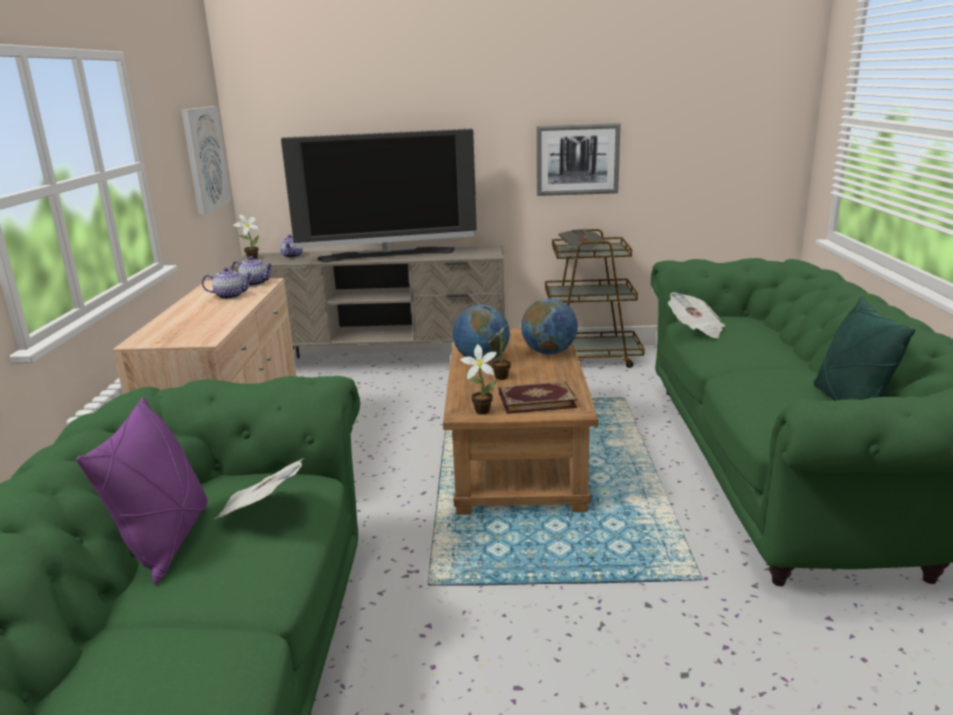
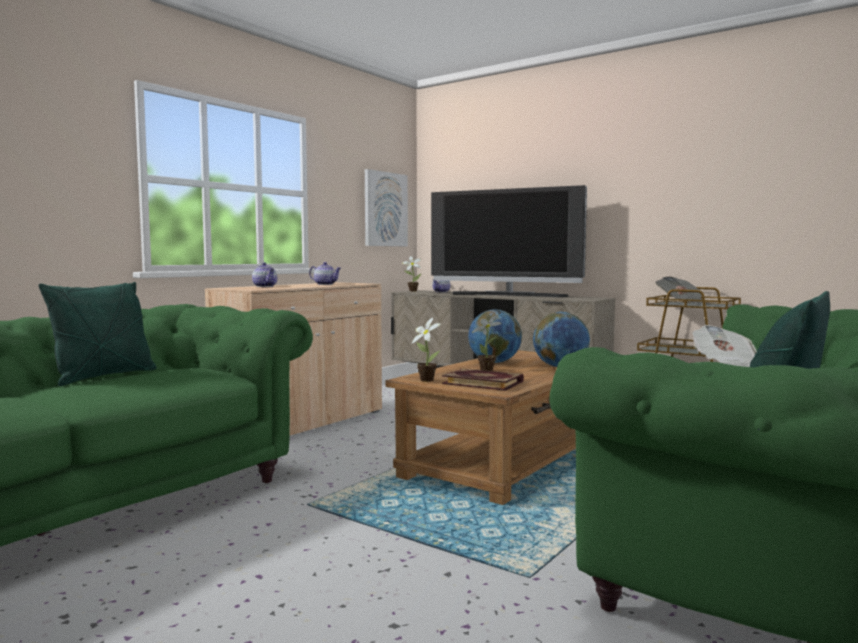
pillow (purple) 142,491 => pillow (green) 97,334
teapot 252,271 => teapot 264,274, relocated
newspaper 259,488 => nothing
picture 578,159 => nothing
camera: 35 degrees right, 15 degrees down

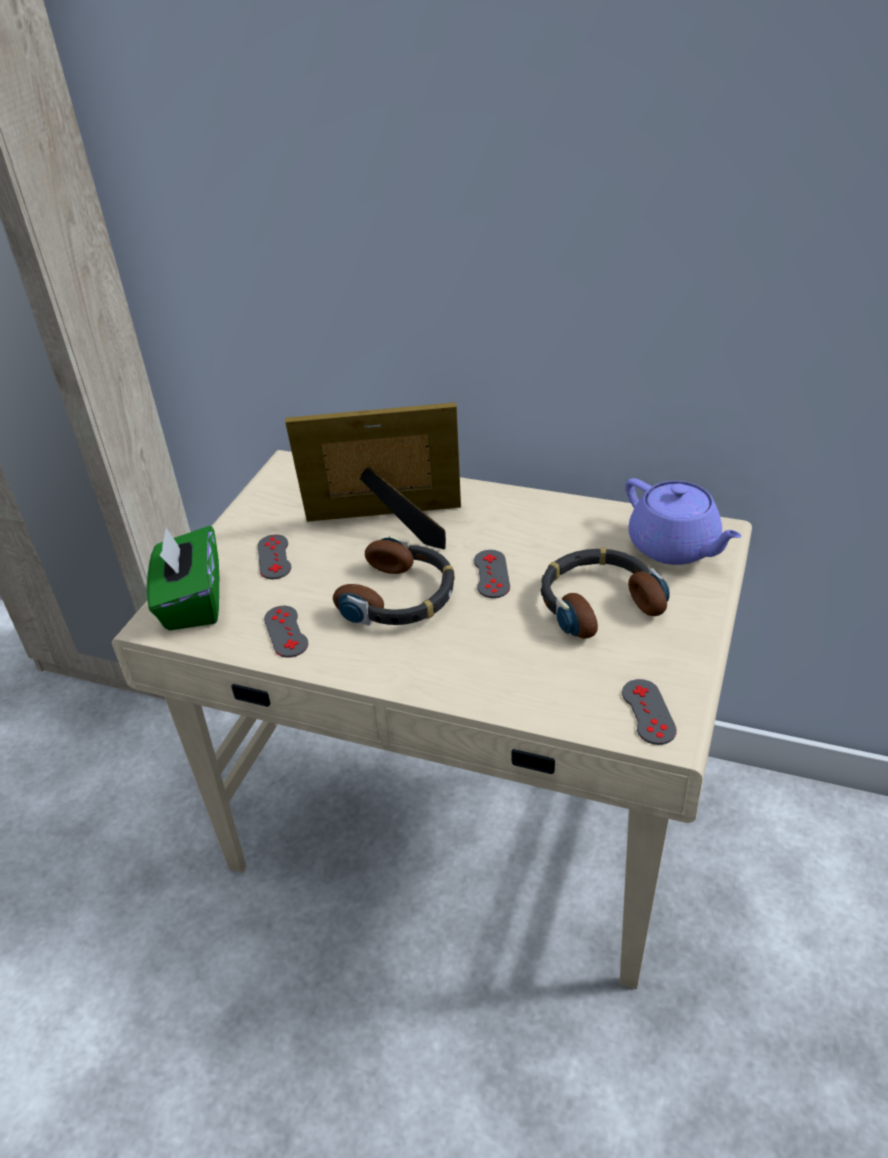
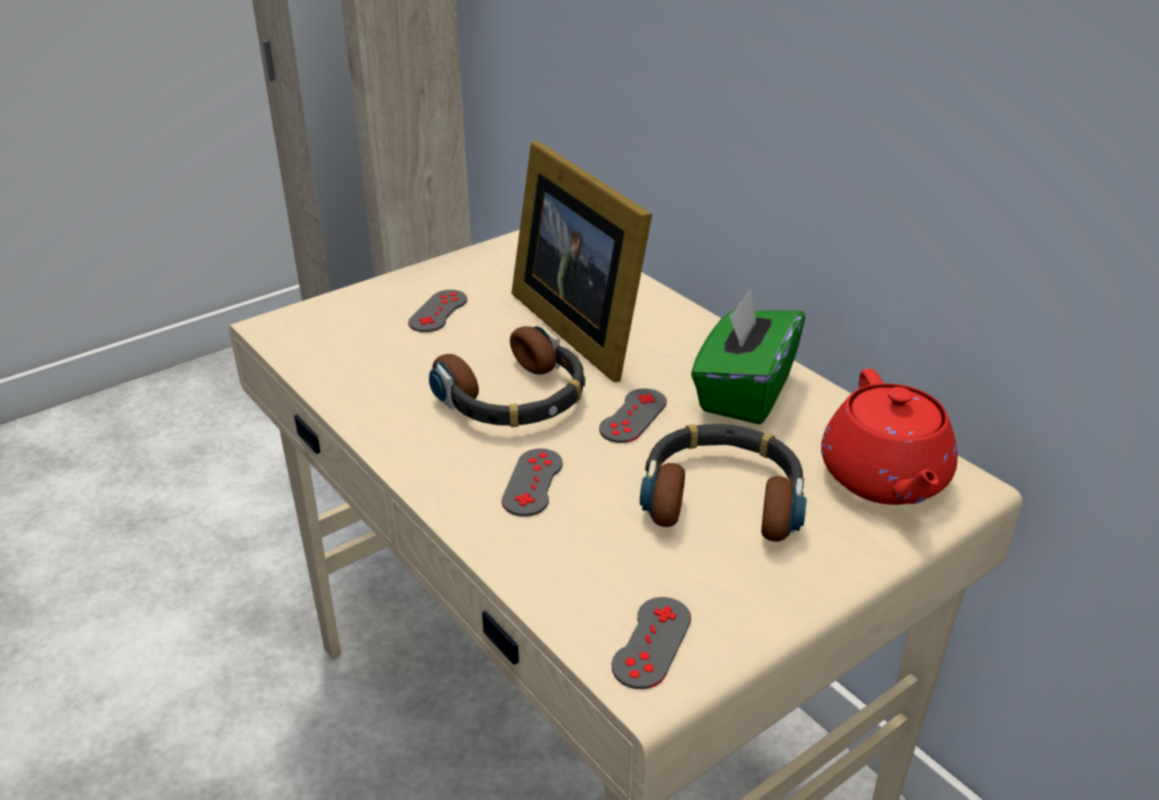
game controller (grey) 286,632 => game controller (grey) 532,483, relocated
picture frame 373,475 => picture frame 581,261, 150 degrees counterclockwise
tissue box (green) 183,578 => tissue box (green) 748,357, relocated
teapot (purple) 683,521 => teapot (red) 889,437
camera: 30 degrees right, 5 degrees down

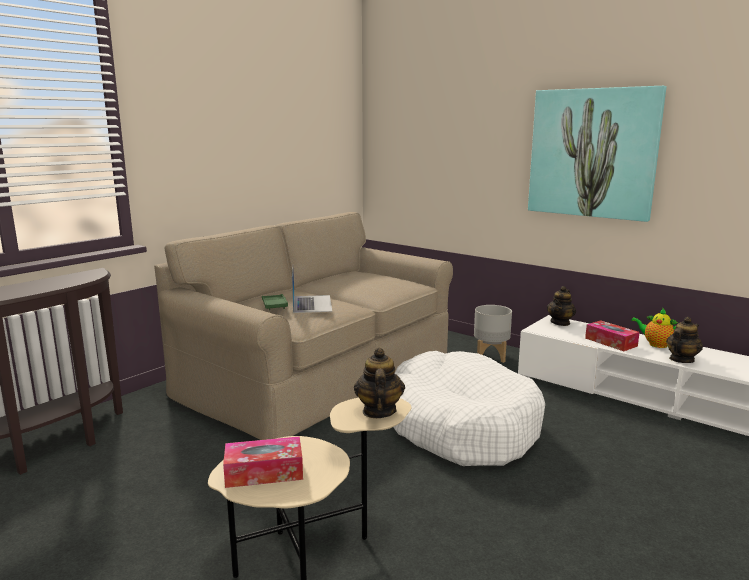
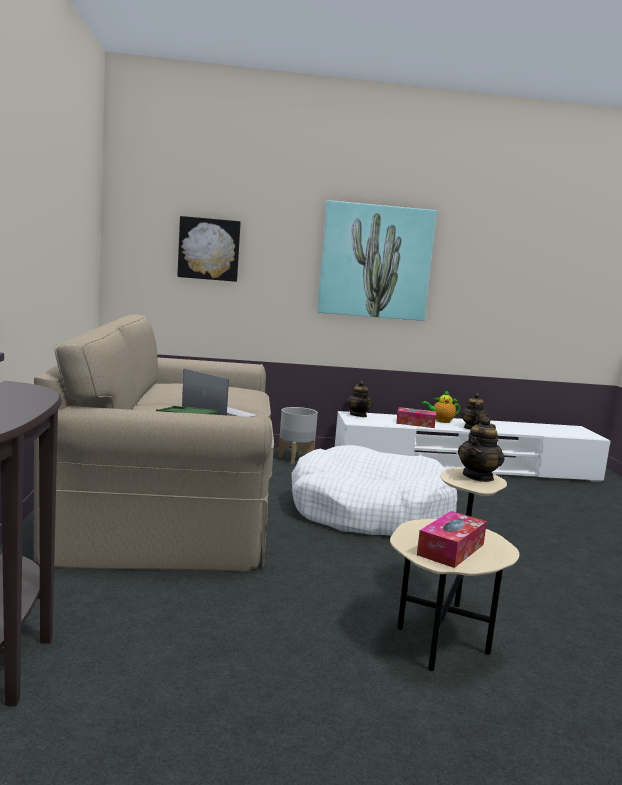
nothing => picture 209,249
teapot 379,383 => teapot 481,449, 105 degrees counterclockwise
camera: 45 degrees left, 5 degrees down

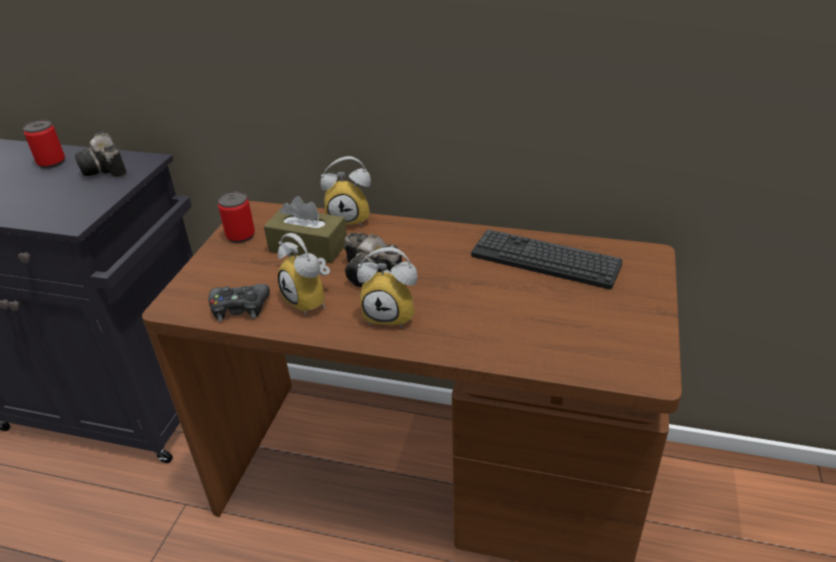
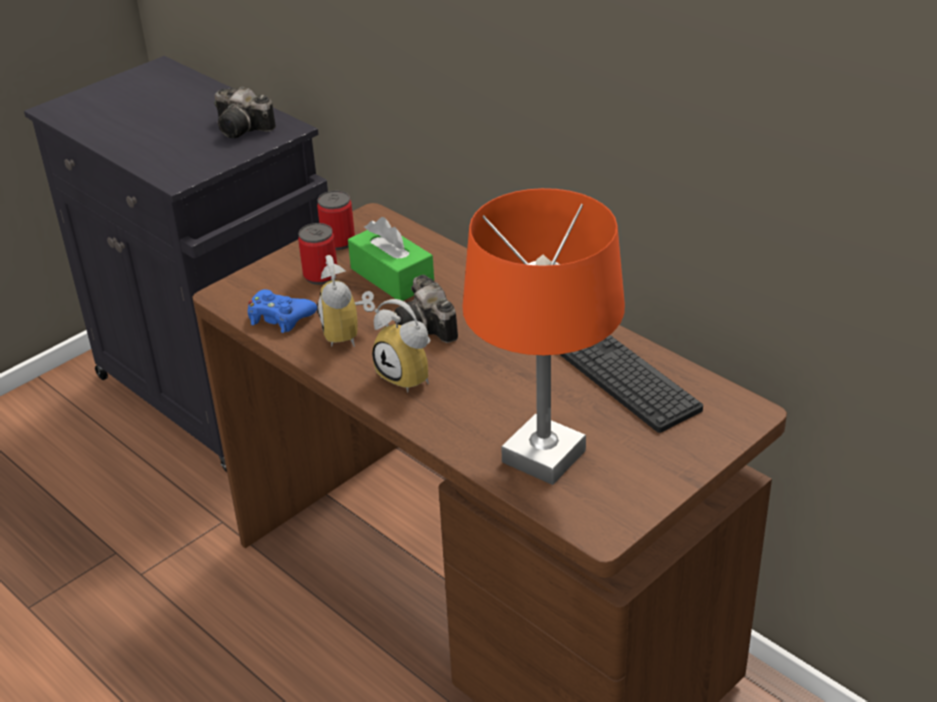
photo camera 101,154 => photo camera 245,112, 60 degrees counterclockwise
game controller (black) 239,303 => game controller (blue) 282,311
can 44,144 => can 317,254, relocated
tissue box (brown) 305,229 => tissue box (green) 391,259
nothing => table lamp (orange) 543,336
alarm clock 345,191 => nothing
camera: 30 degrees right, 0 degrees up

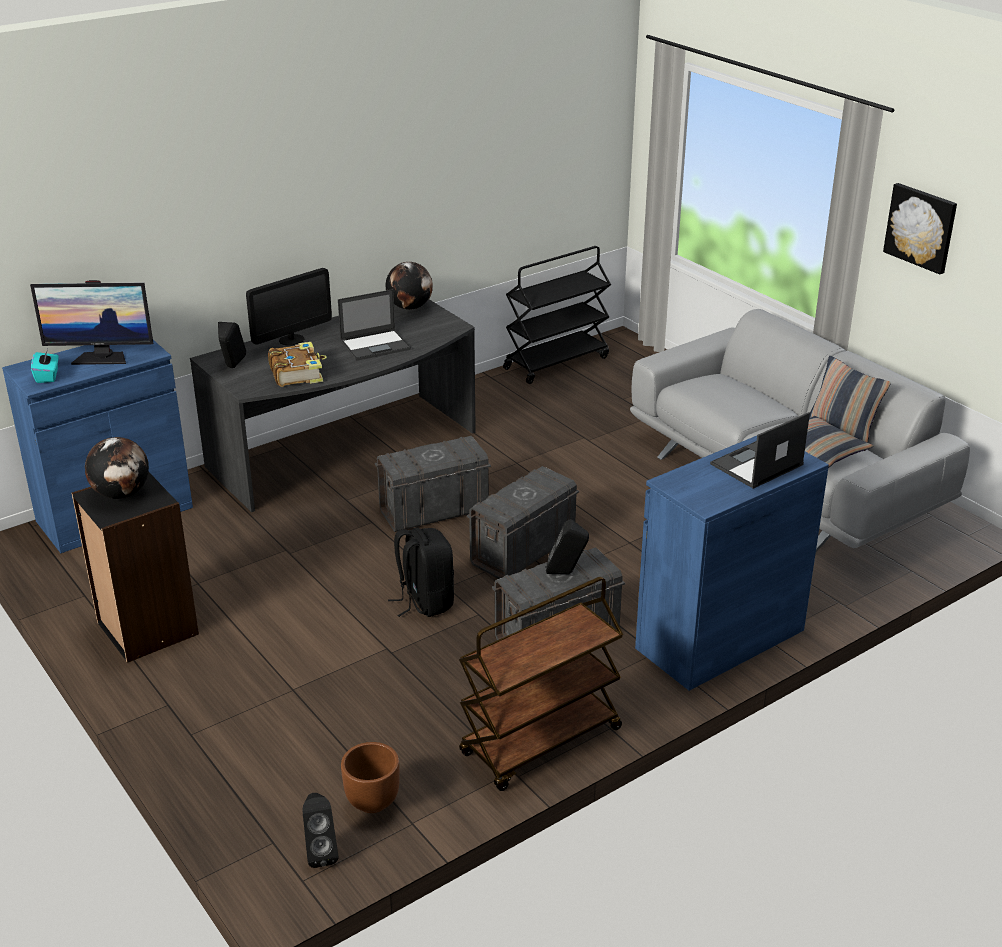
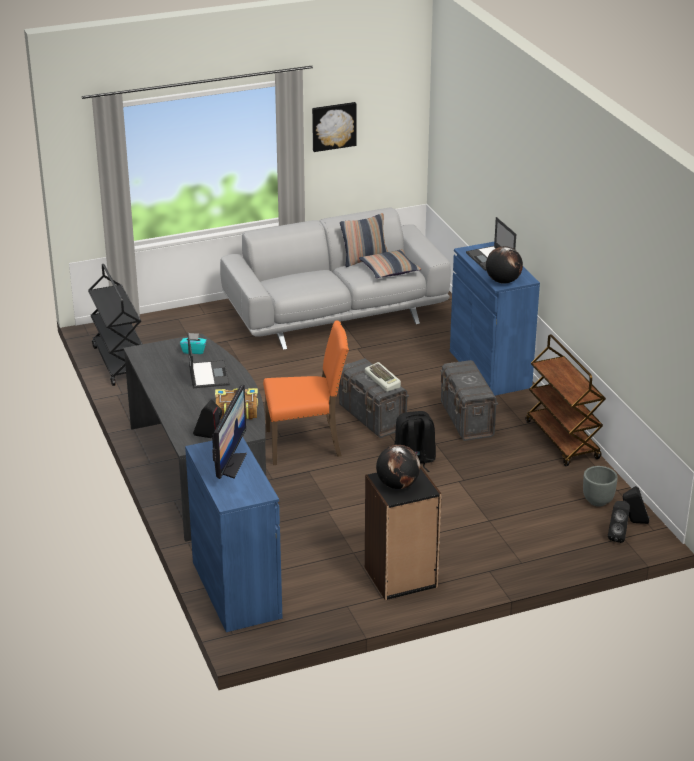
tissue box (turquoise) 45,366 => tissue box (turquoise) 193,343, relocated
storage box (grey) 433,484 => chair (orange) 306,392
nothing => keyboard 383,377
globe 409,286 => globe 504,265, relocated
planter (brown) 370,777 => planter (grey) 600,486
speaker (black) 567,546 => speaker (black) 619,522, relocated
monitor 289,307 => nothing
camera: 75 degrees left, 0 degrees up

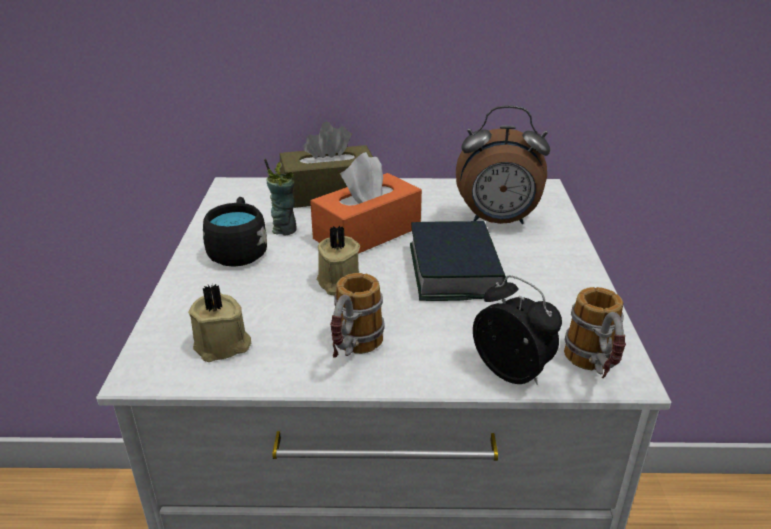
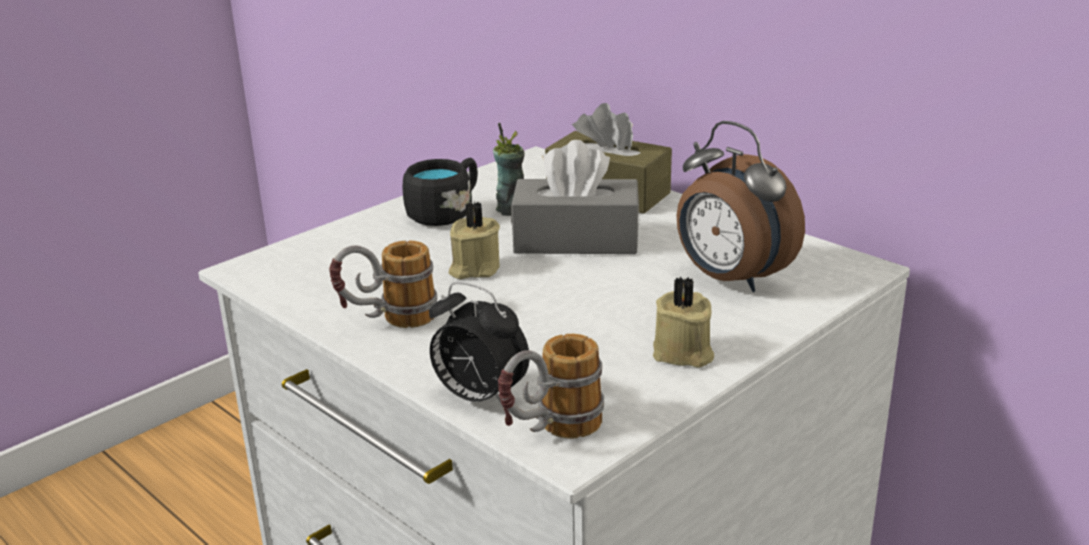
alarm clock 517,330 => alarm clock 479,343, 120 degrees clockwise
tissue box (orange) 366,203 => tissue box (grey) 575,197
candle (beige) 219,323 => candle (beige) 683,322, relocated
book 458,261 => nothing
camera: 45 degrees right, 5 degrees down

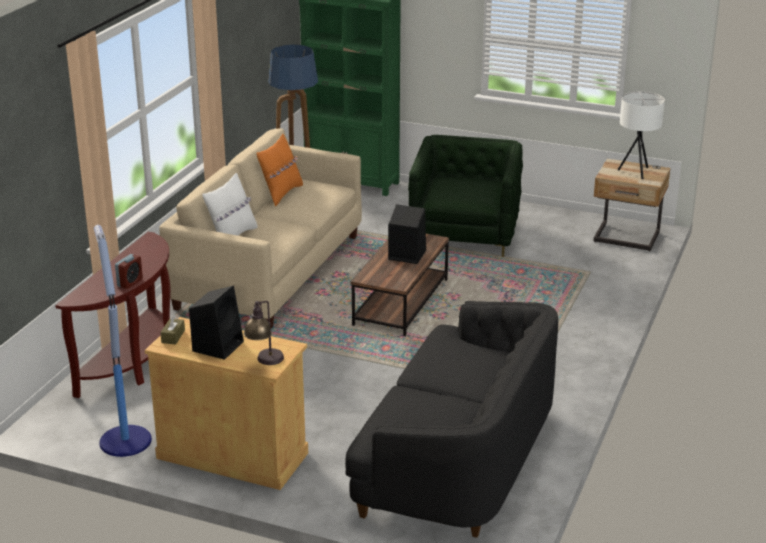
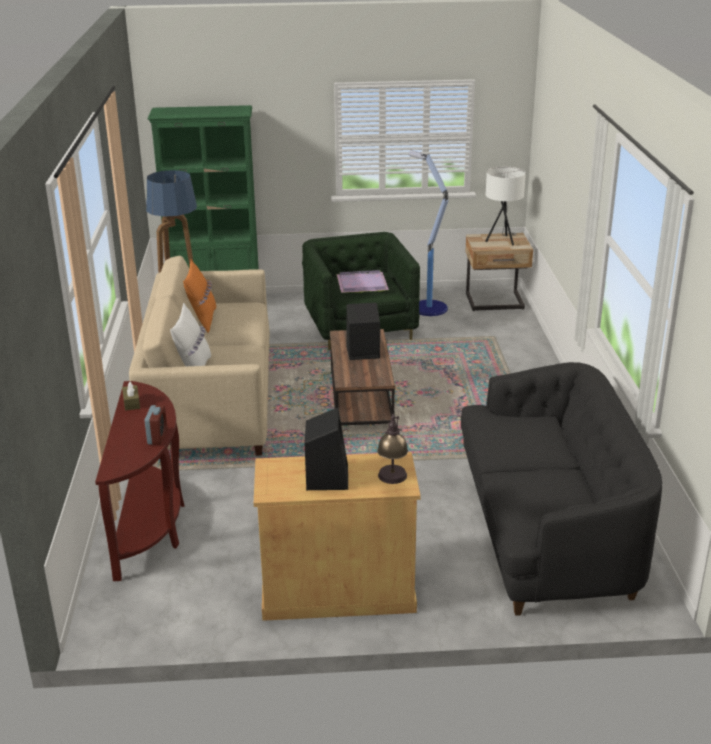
tissue box (brown) 172,330 => tissue box (brown) 131,396, relocated
nothing => tray (purple) 362,281
floor lamp 123,341 => floor lamp 428,233, relocated
camera: 25 degrees left, 0 degrees up

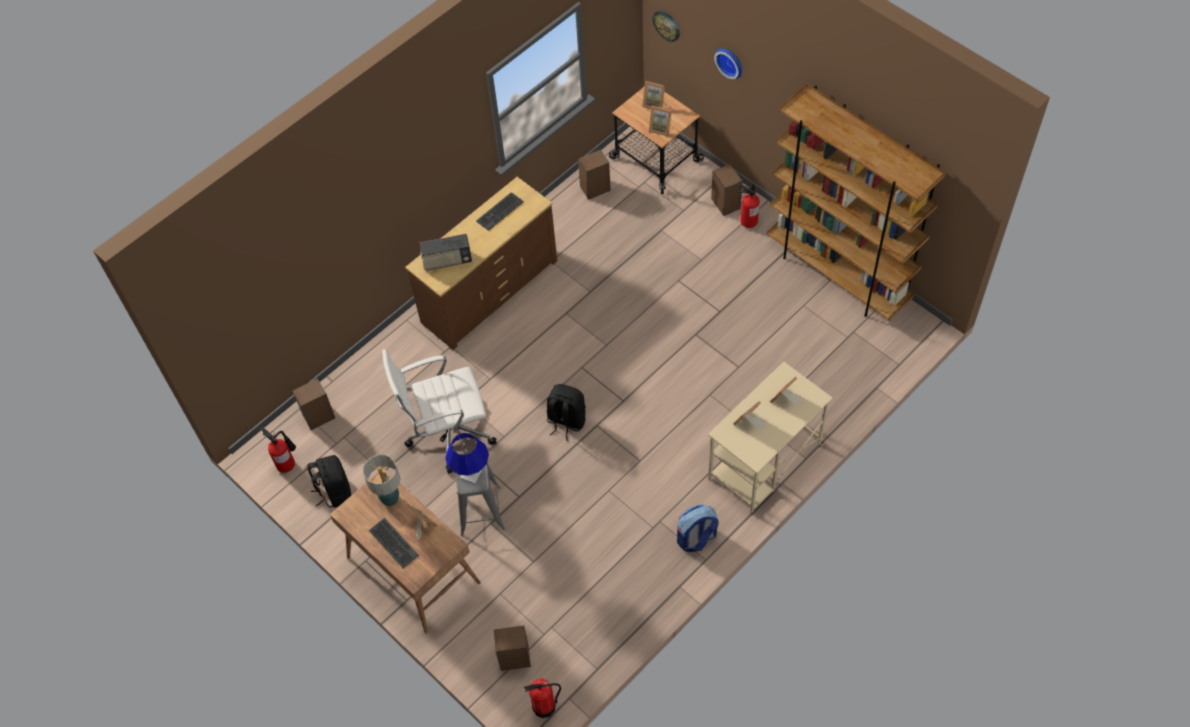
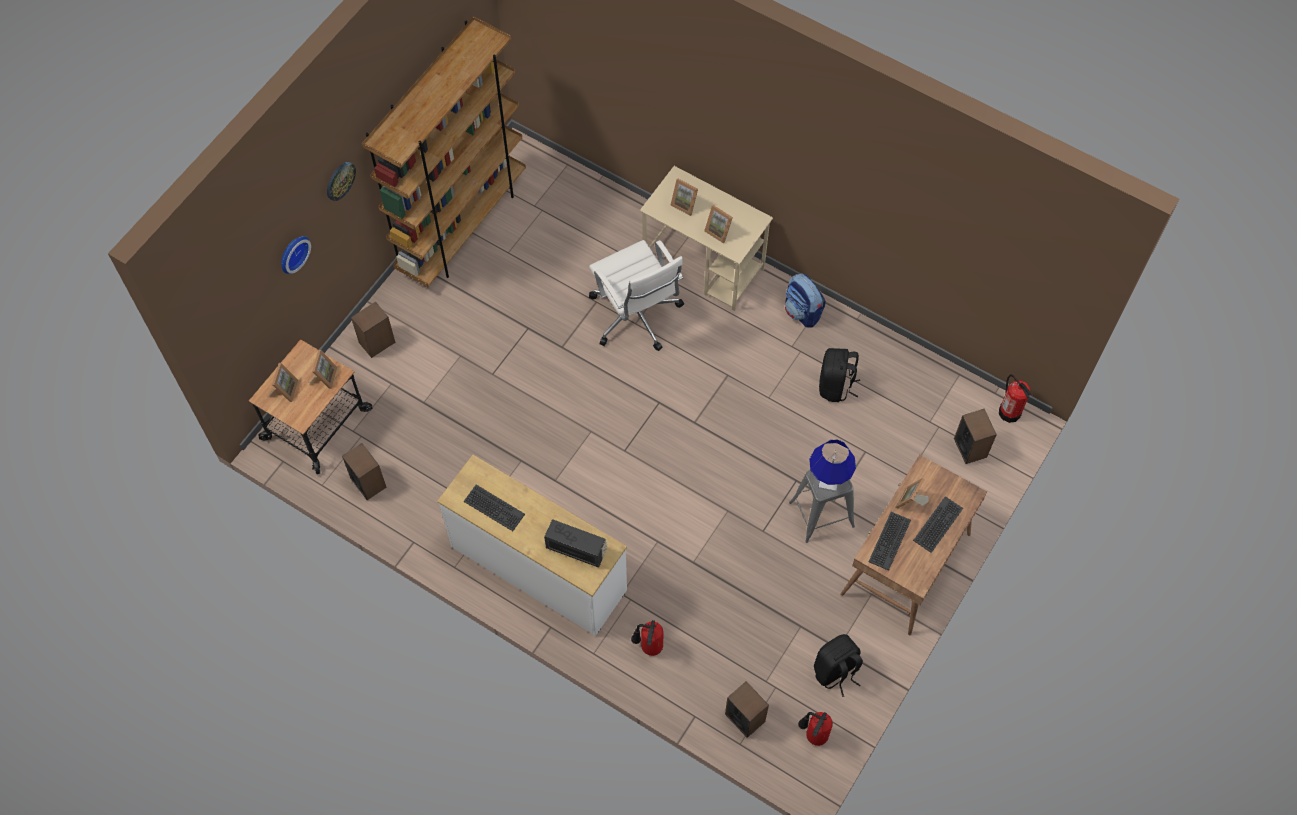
wall clock 666,26 => wall clock 341,181, relocated
dresser (brown) 481,263 => dresser (white) 532,545
radio 446,252 => radio 575,543, 45 degrees counterclockwise
office chair (white) 439,411 => office chair (white) 636,295, relocated
fire extinguisher 748,205 => fire extinguisher 647,638, relocated
backpack (black) 566,412 => backpack (black) 839,375, relocated
table lamp 381,480 => keyboard 889,541
camera: 105 degrees left, 5 degrees up

